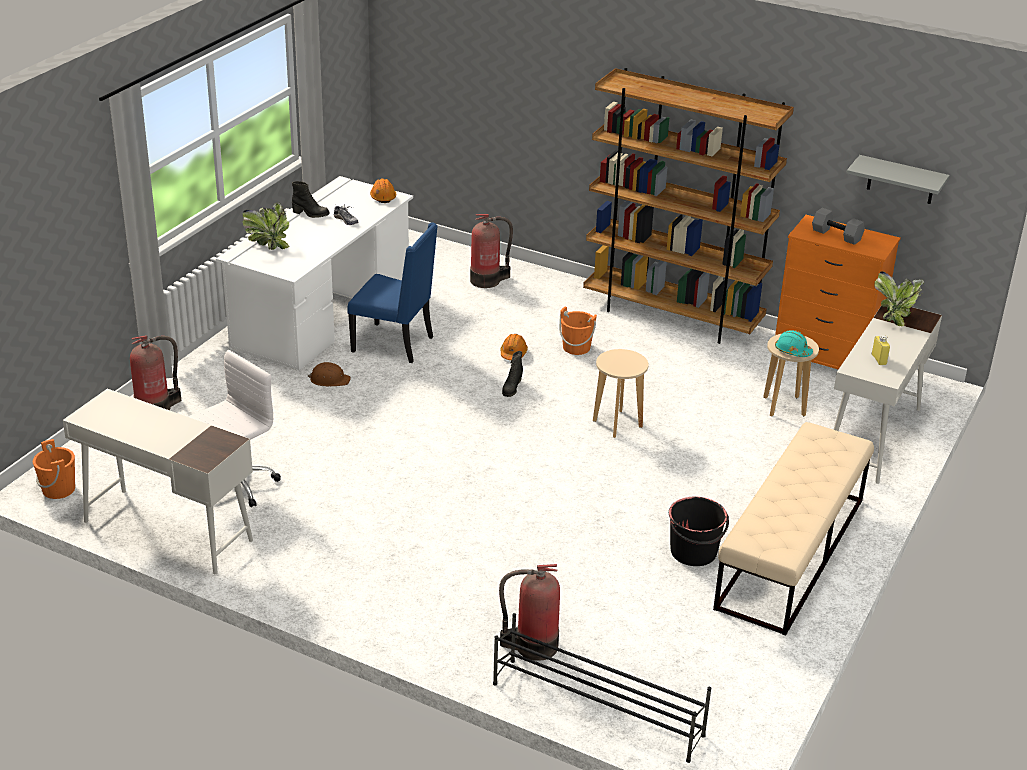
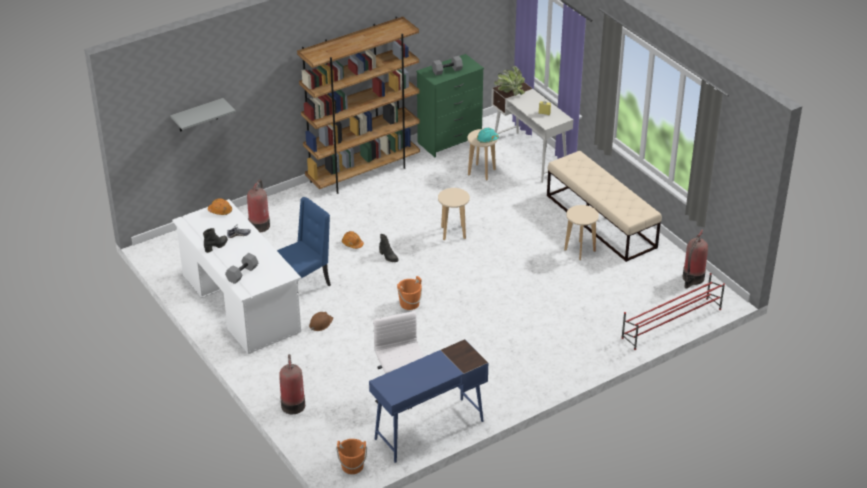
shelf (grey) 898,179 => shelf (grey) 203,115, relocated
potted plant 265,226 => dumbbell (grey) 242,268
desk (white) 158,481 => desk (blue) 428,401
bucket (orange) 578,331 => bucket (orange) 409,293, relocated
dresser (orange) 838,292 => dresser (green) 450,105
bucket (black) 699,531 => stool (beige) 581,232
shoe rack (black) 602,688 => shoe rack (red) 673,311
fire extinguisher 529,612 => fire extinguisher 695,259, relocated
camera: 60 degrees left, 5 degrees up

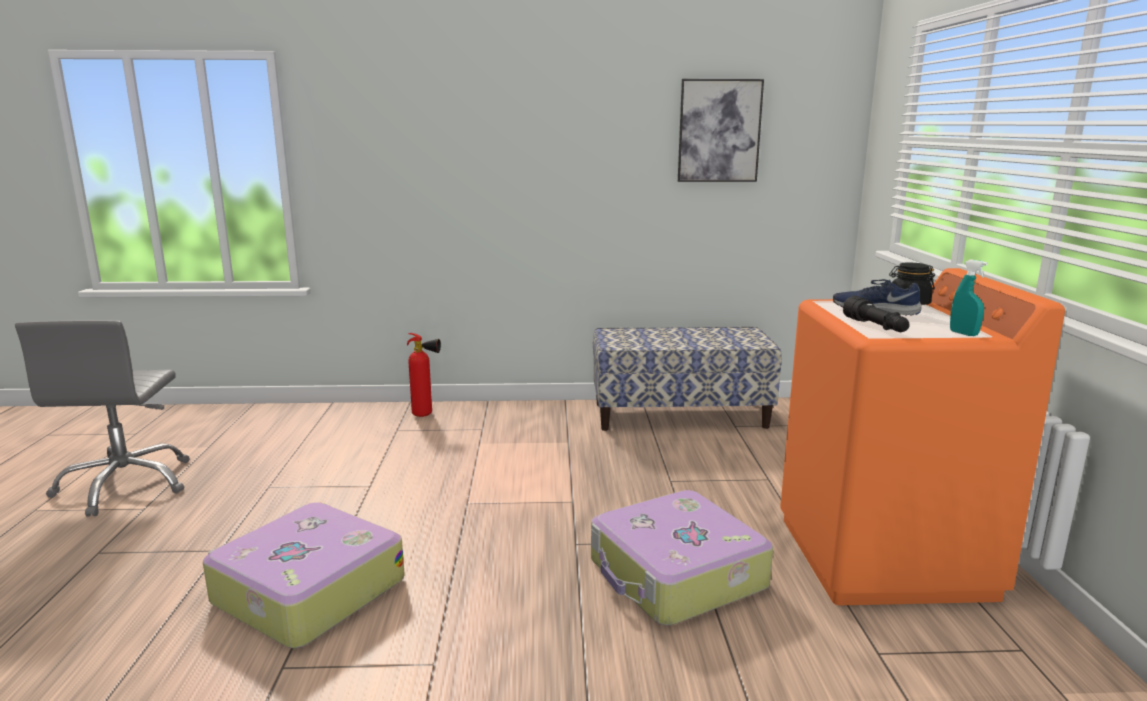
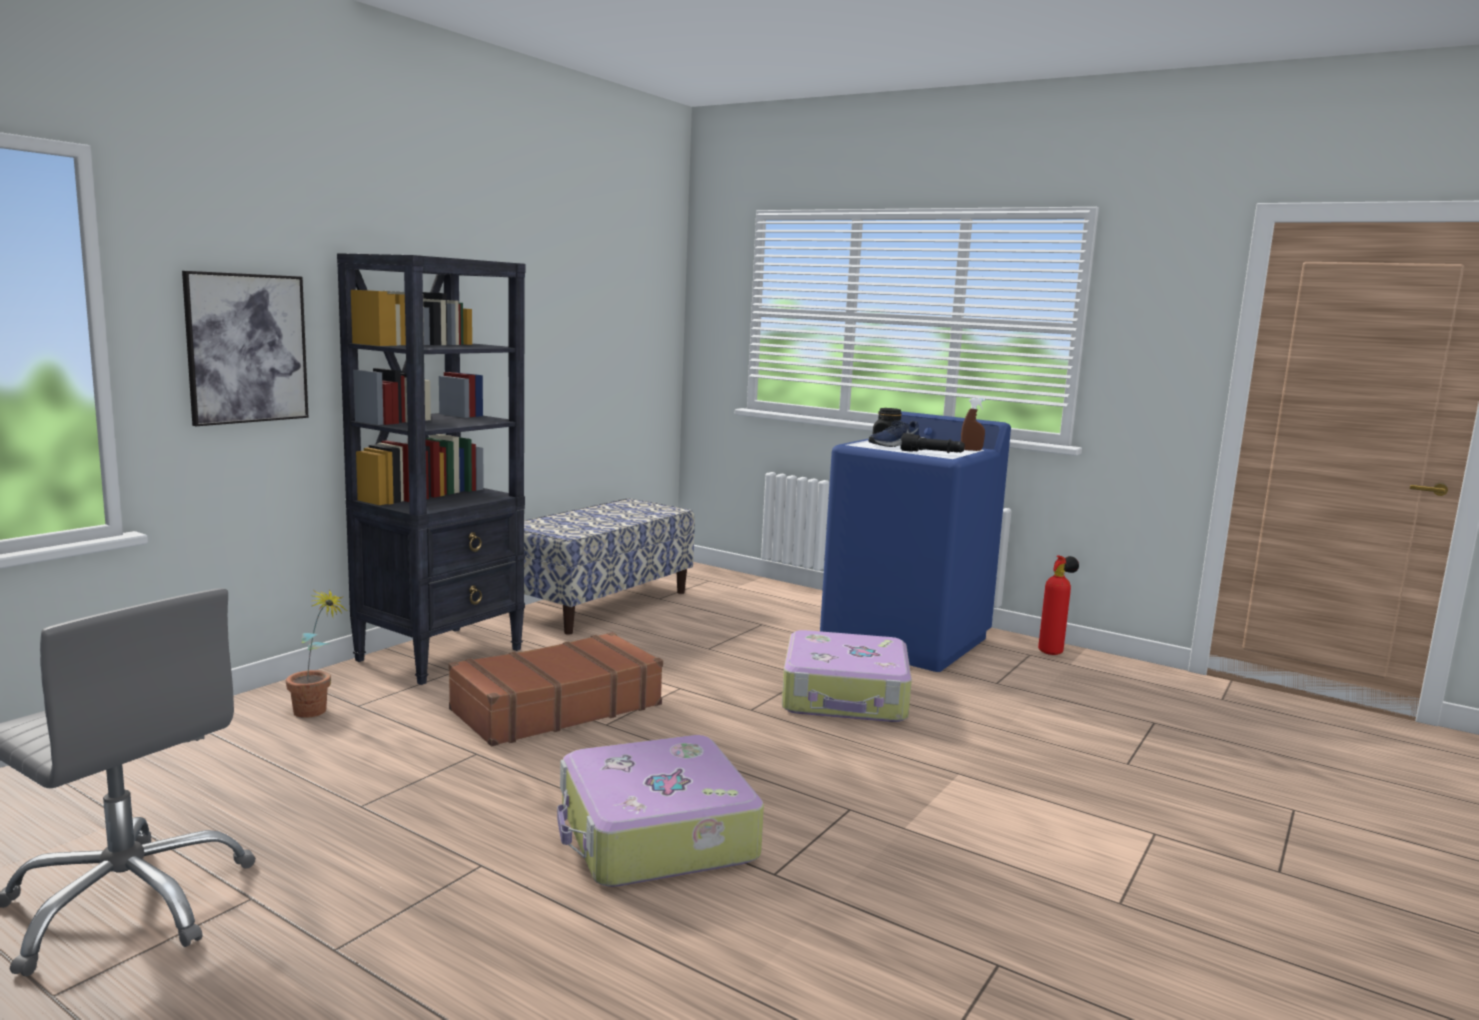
picture 721,130 => picture 245,348, relocated
nothing => potted plant 316,653
nothing => bookcase (black) 431,469
nothing => suitcase (brown) 556,689
washing machine (orange) 922,436 => washing machine (blue) 915,541
spray bottle (turquoise) 969,298 => spray bottle (brown) 973,424
fire extinguisher 424,375 => fire extinguisher 1058,605, relocated
camera: 55 degrees left, 5 degrees down

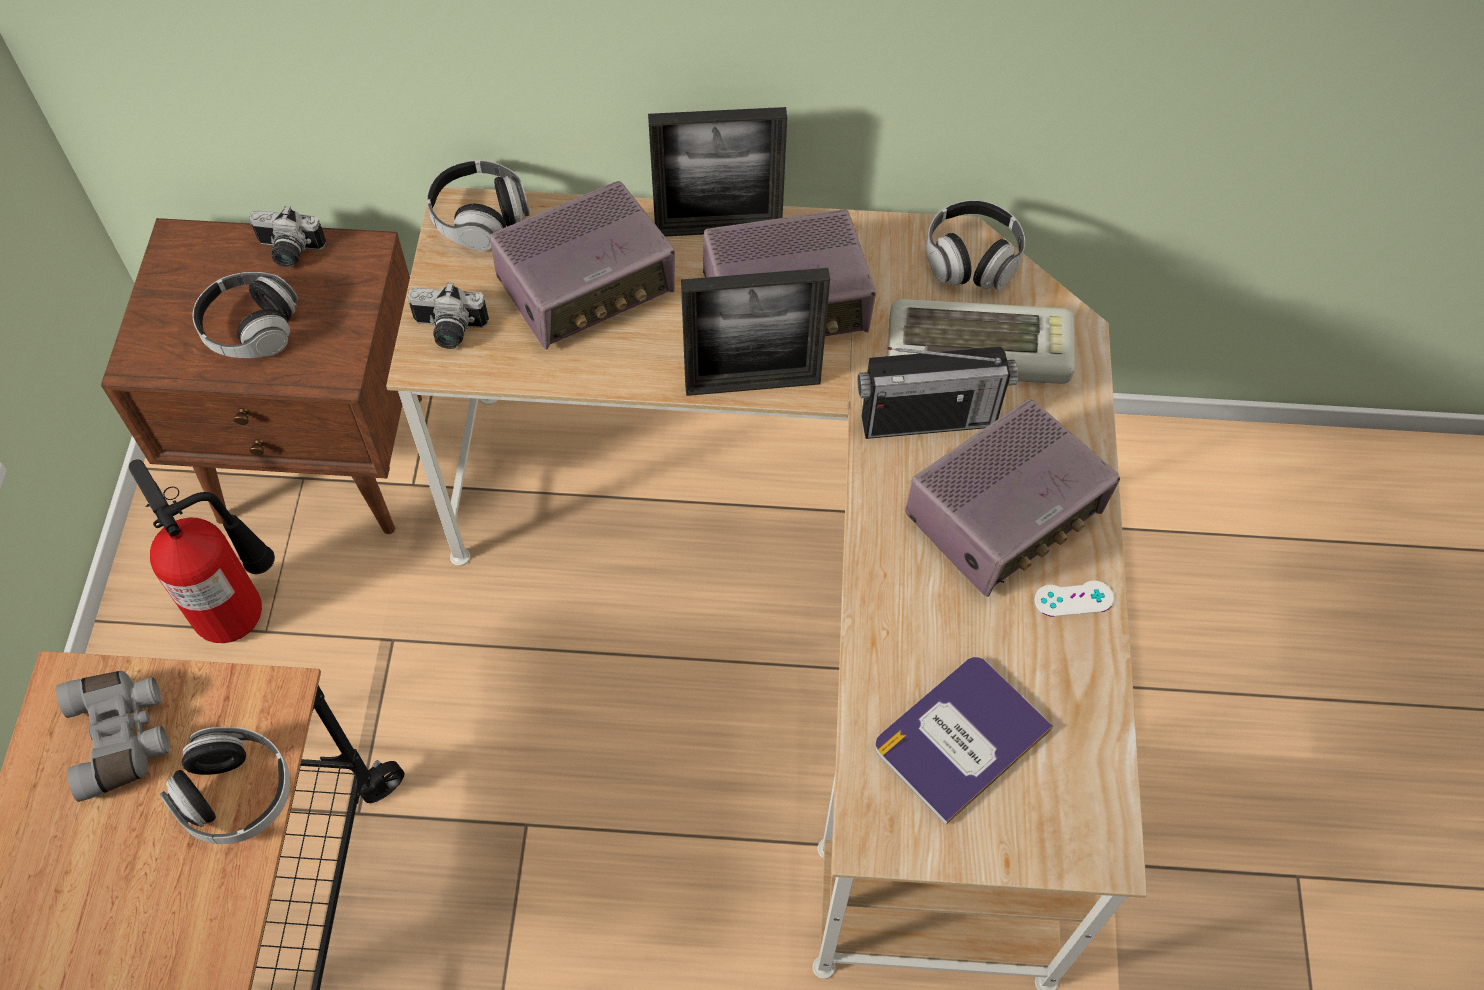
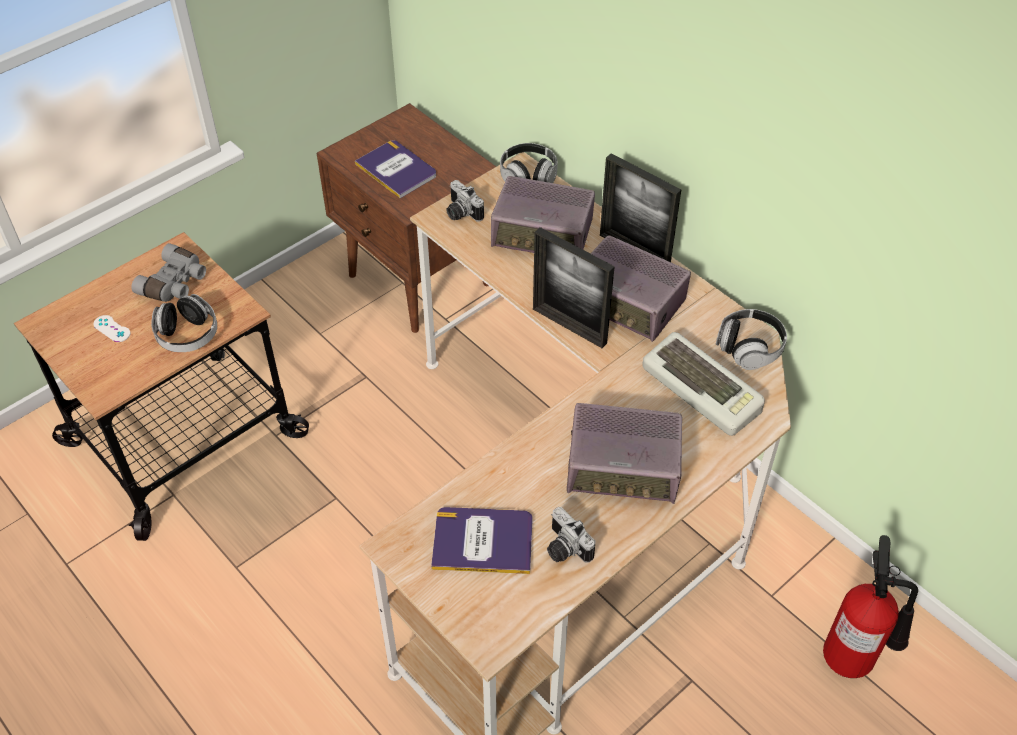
game controller (white) 1074,598 => game controller (white) 112,328, relocated
headphones 245,315 => book 395,169
photo camera 287,237 => photo camera 571,535, relocated
fire extinguisher 202,551 => fire extinguisher 870,606, relocated
radio 937,393 => nothing
camera: 45 degrees right, 10 degrees down

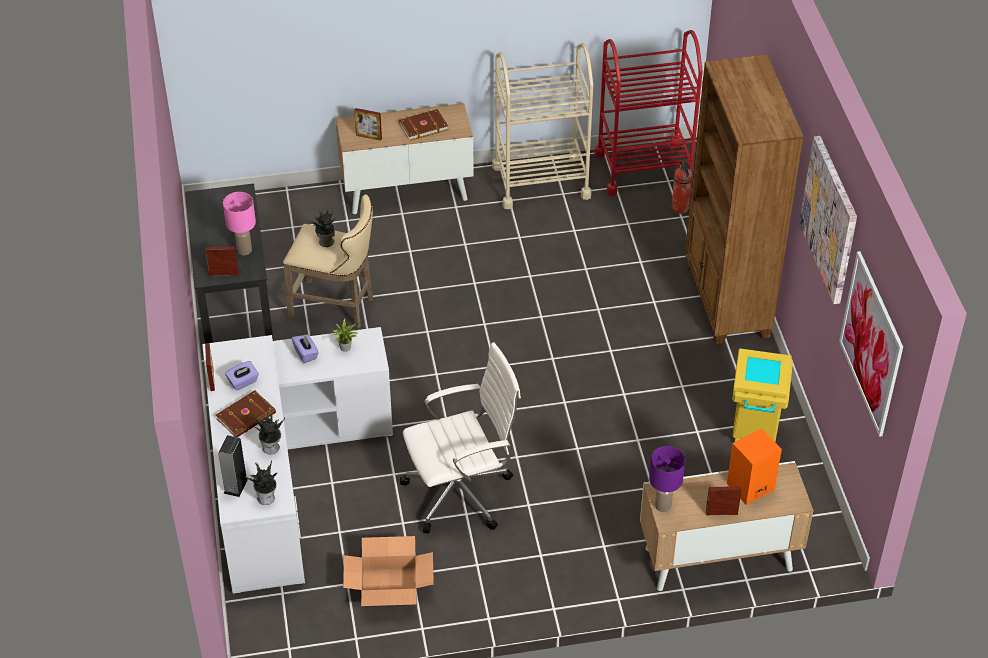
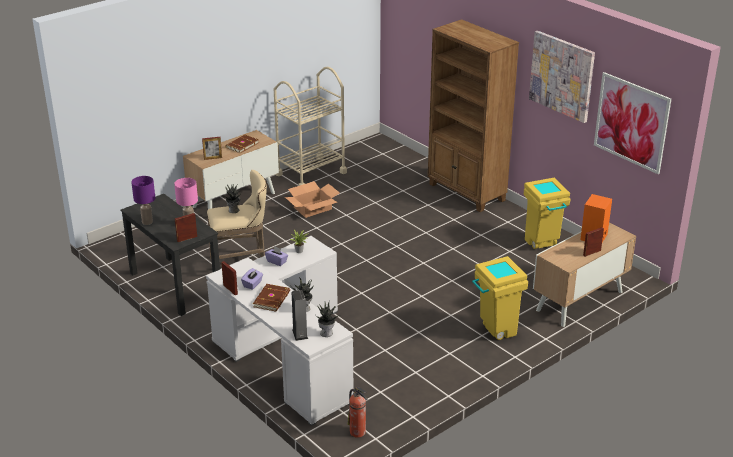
table lamp (purple) 667,479 => table lamp (purple) 143,200, relocated
cardboard box 388,571 => cardboard box 312,199, relocated
fire extinguisher 681,187 => fire extinguisher 358,412, relocated
nothing => trash can (yellow) 500,298
office chair (white) 460,438 => nothing
cart (red) 648,113 => nothing
camera: 30 degrees left, 15 degrees down

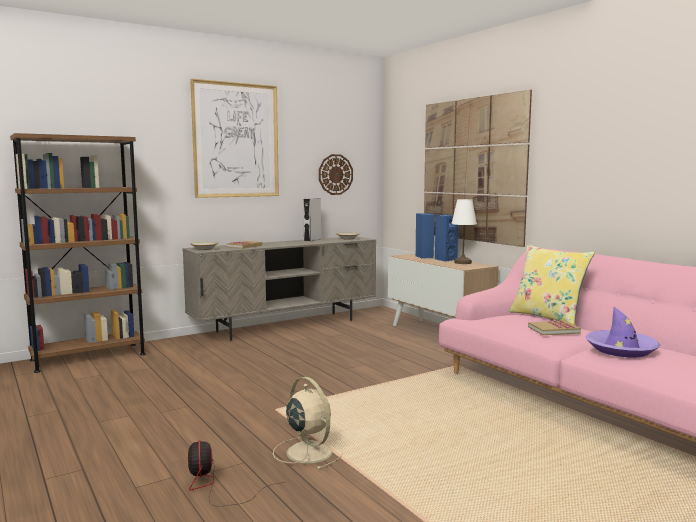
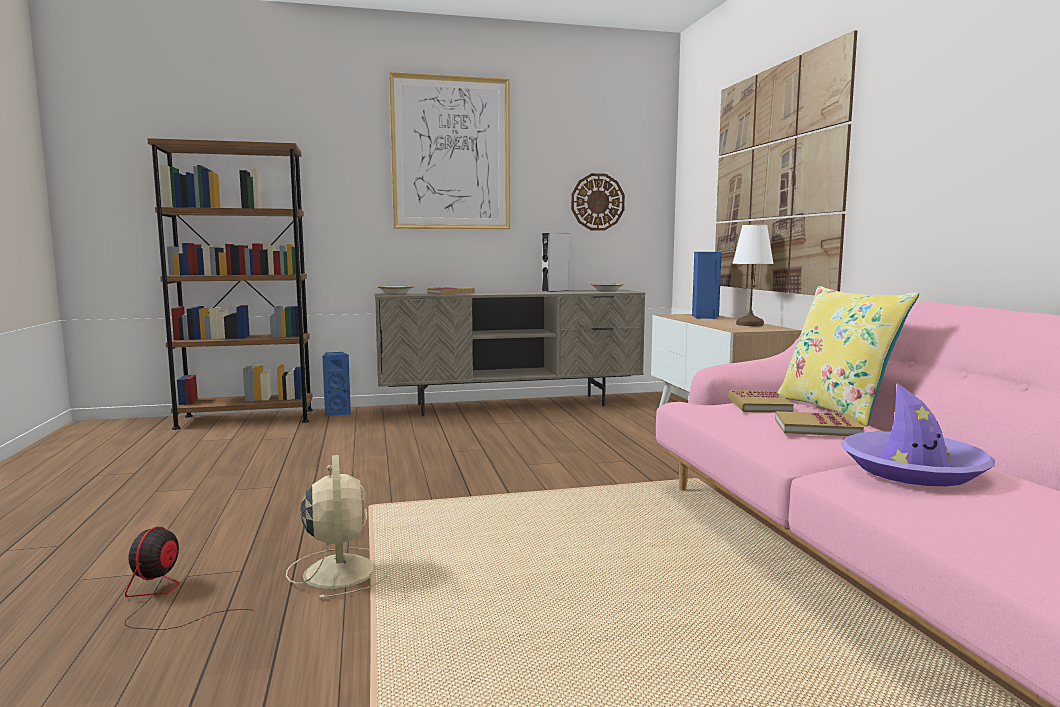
speaker (blue) 447,238 => speaker (blue) 336,384, relocated
nothing => book 761,401
camera: 20 degrees right, 0 degrees up

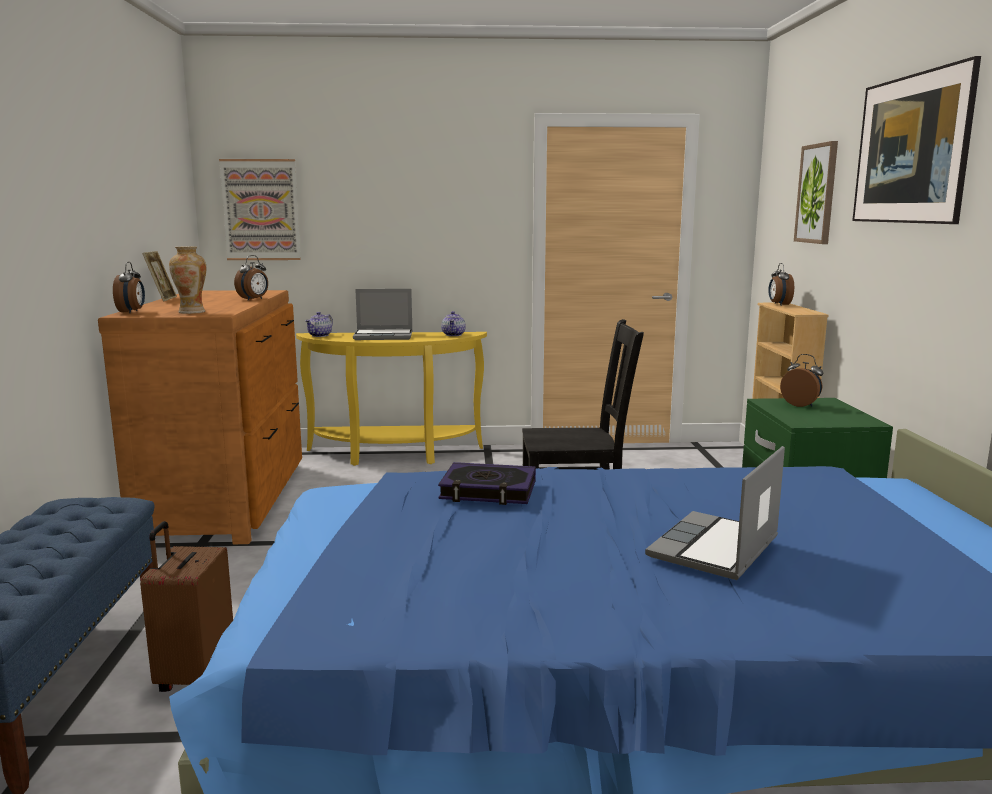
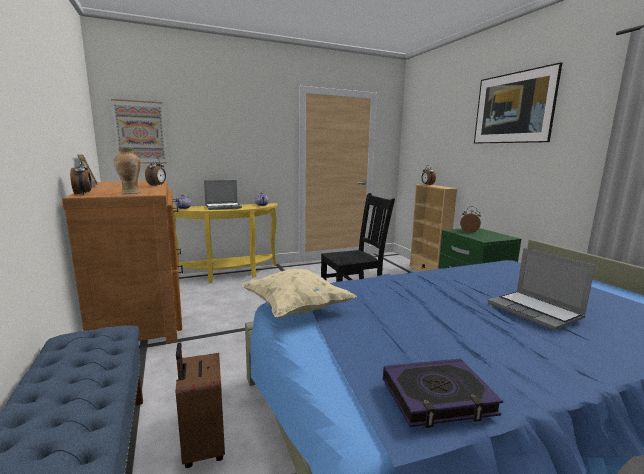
nothing => pillow (beige) 299,294
book 487,483 => book 443,393, relocated
laptop 715,513 => laptop 541,289, 45 degrees counterclockwise
picture 816,192 => nothing
camera: 20 degrees left, 0 degrees up

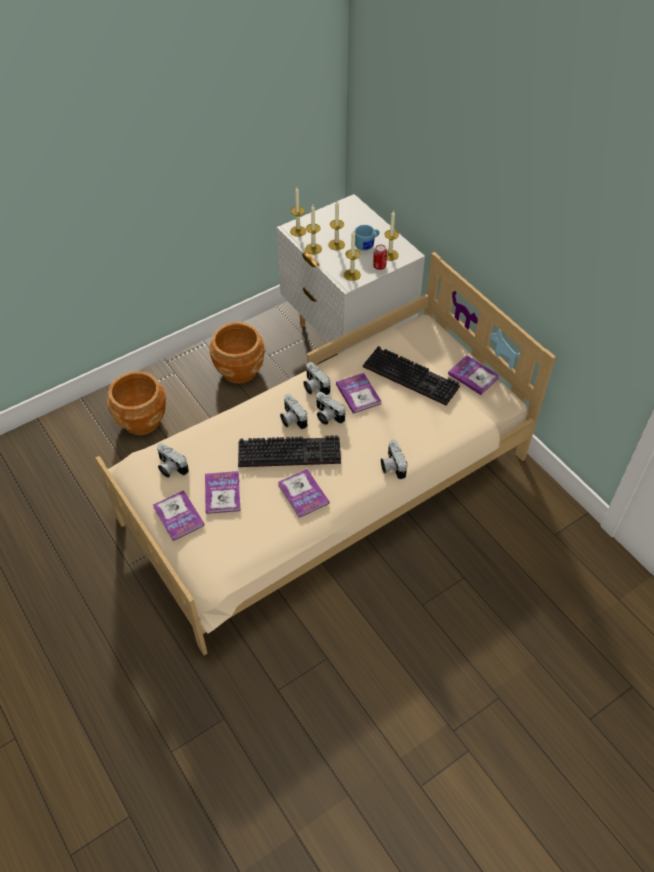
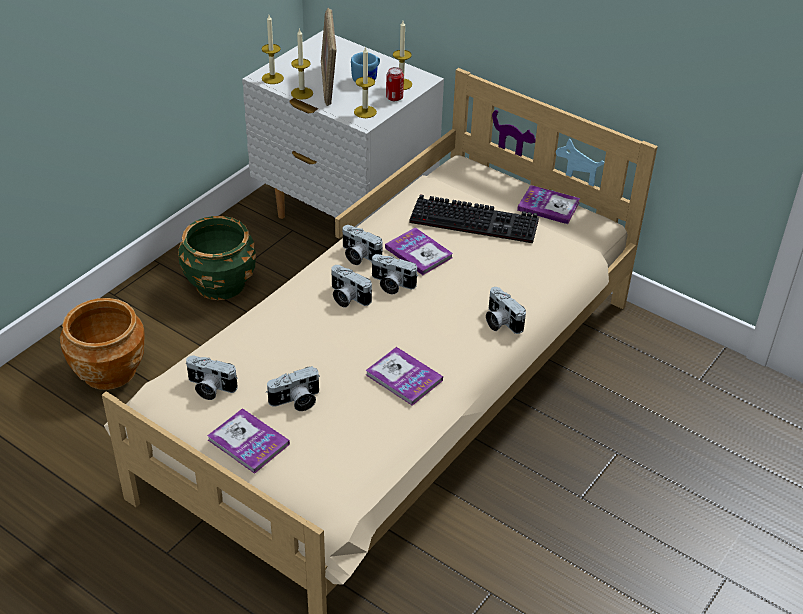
planter (brown) 237,353 => planter (green) 217,258
book 222,492 => photo camera 293,388
candle 336,225 => picture frame 328,57
keyboard 289,451 => nothing
camera: 20 degrees left, 10 degrees down

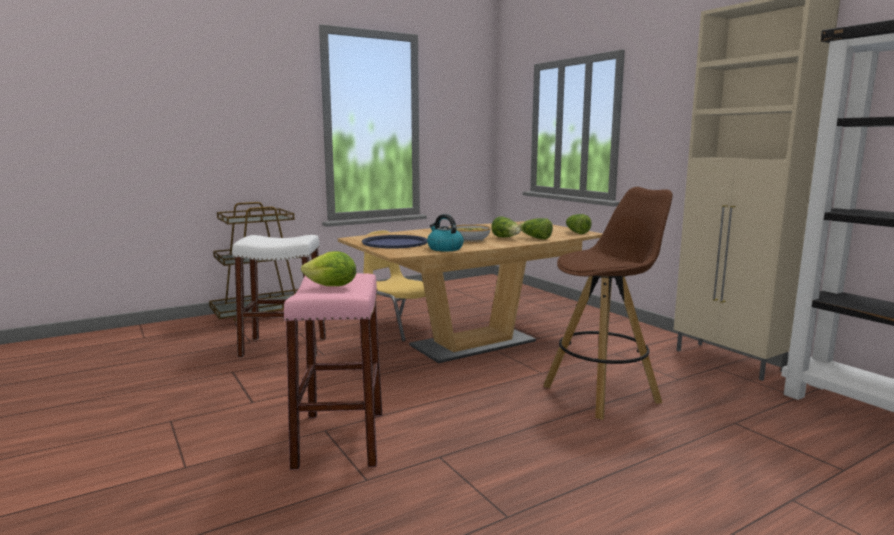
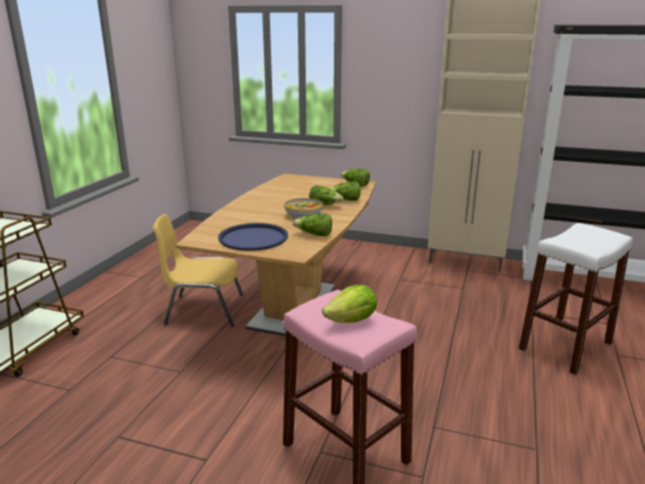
kettle 445,232 => lettuce 312,224
stool (white) 279,296 => stool (white) 575,299, relocated
stool (brown) 608,303 => nothing
camera: 40 degrees left, 10 degrees up

